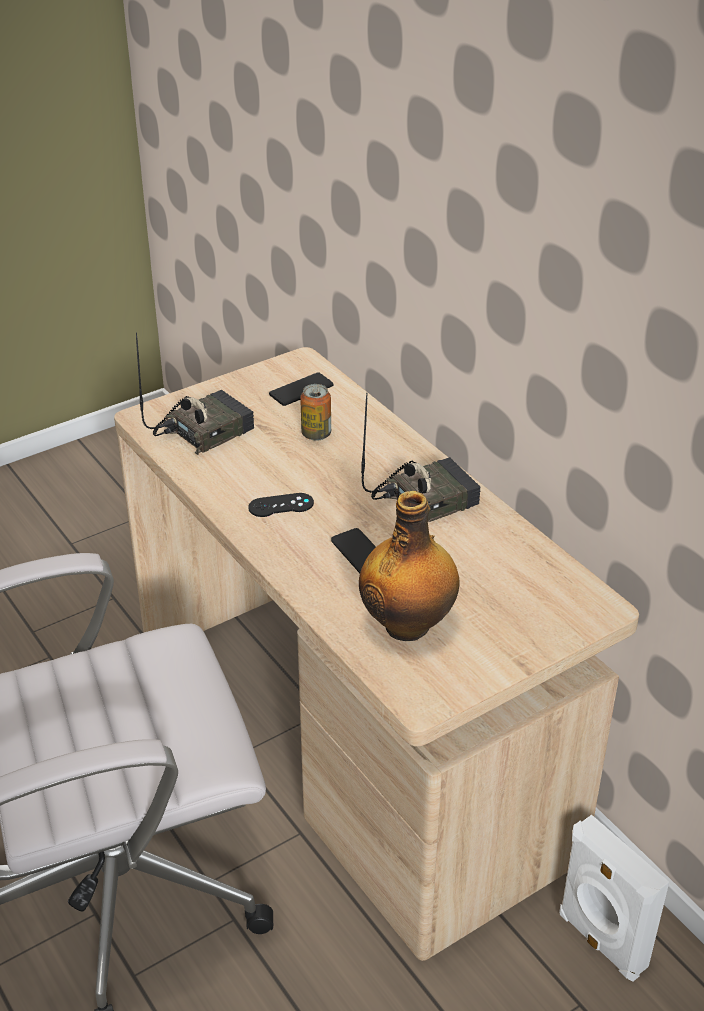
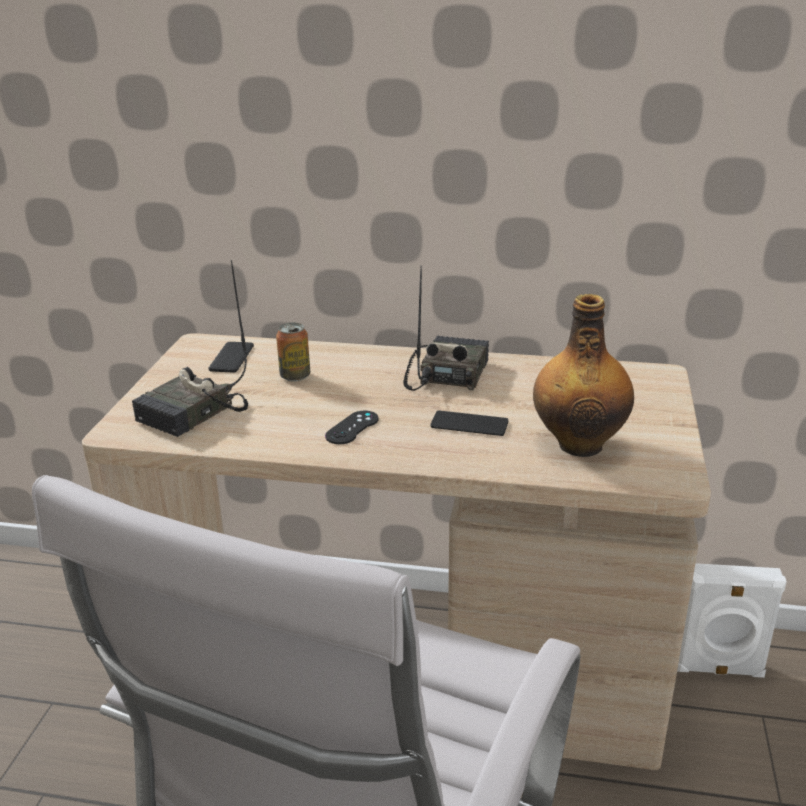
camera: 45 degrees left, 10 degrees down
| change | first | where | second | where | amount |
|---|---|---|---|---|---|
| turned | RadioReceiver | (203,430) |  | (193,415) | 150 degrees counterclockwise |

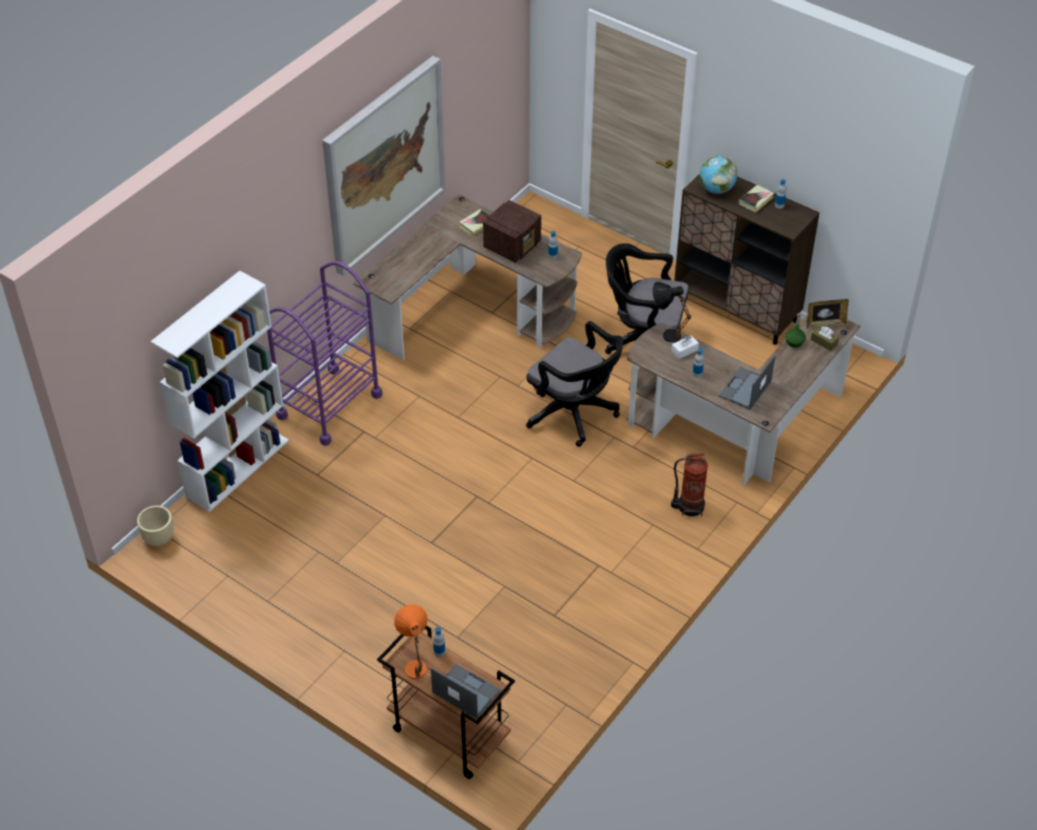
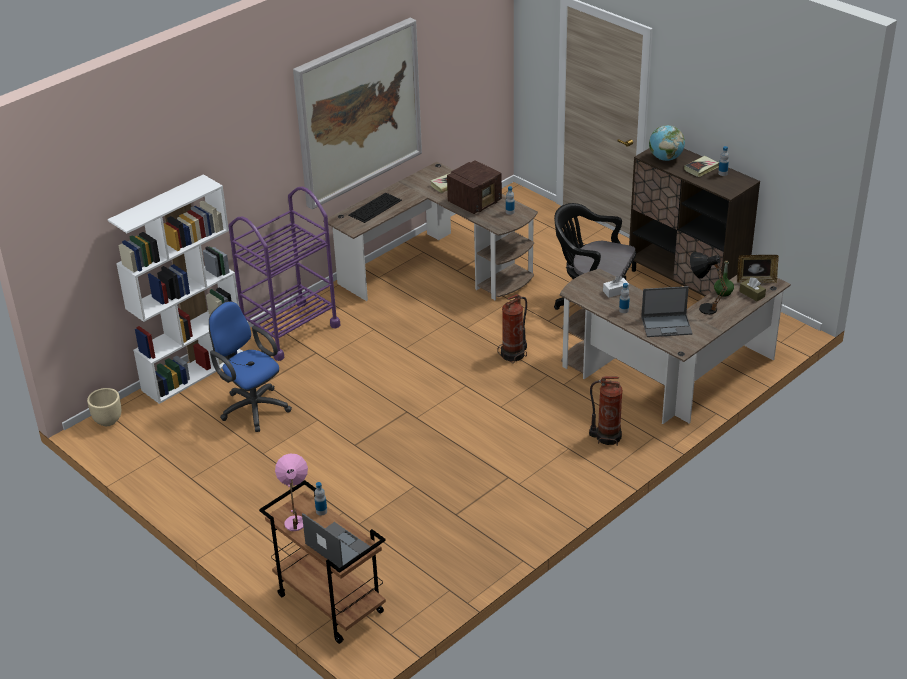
camera: 10 degrees right, 10 degrees down
| change | first | where | second | where | amount |
|---|---|---|---|---|---|
| recoloured | OrangeTableLamp | (415,662) | PinkColouredTableLamp | (296,518) |  |
| replaced | BlackColouredDeskChair | (574,414) | FireFightingCylinder | (514,354) |  |
| moved | BlackColouredTableLamp | (665,333) |  | (701,307) |  |
| turned | PortableComputer | (745,389) |  | (667,325) | 135 degrees counterclockwise |
| added |  |  | BlueColouredDeskChair | (252,407) |  |
| added |  |  | Keyboard | (375,207) |  |

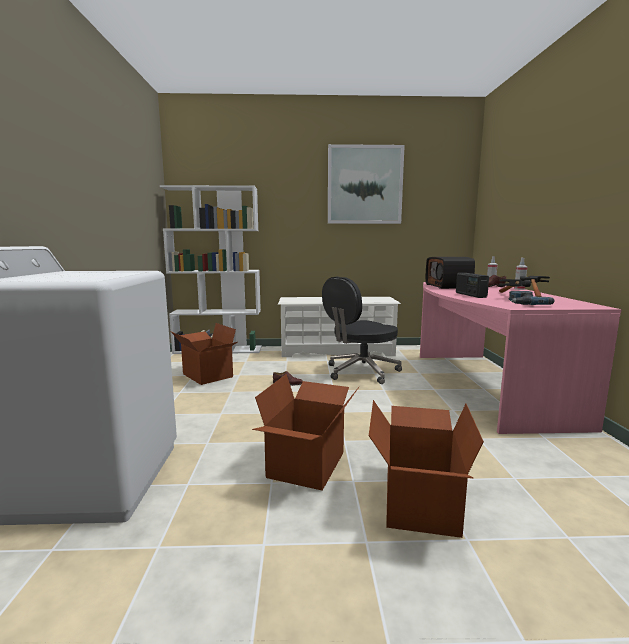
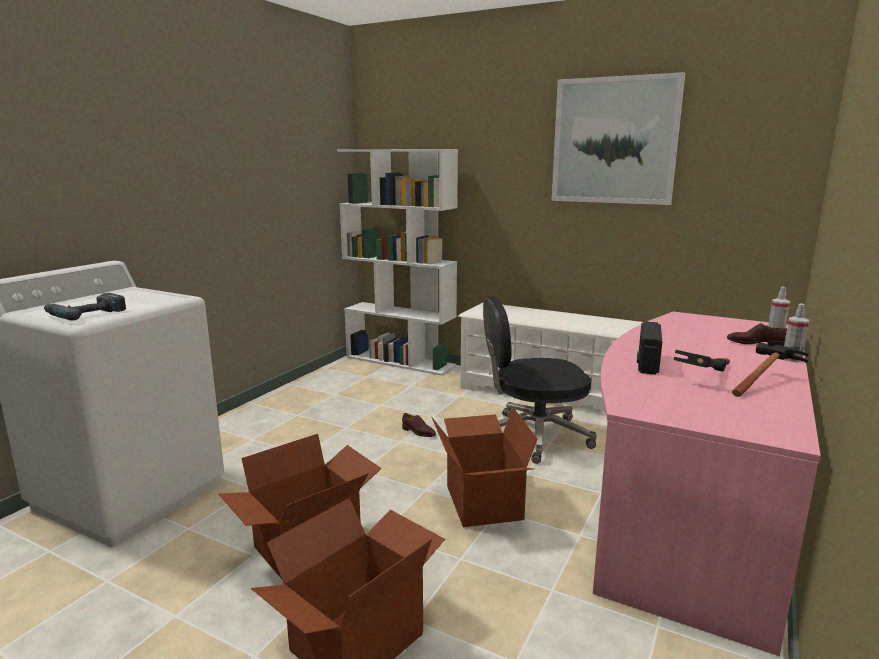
camera: 30 degrees right, 5 degrees up
| change | first | where | second | where | amount |
|---|---|---|---|---|---|
| moved | CardboardBox | (206,375) |  | (482,502) |  |
| removed | RadioReceiver | (449,286) |  |  |  |
| moved | PowerDrill | (523,303) |  | (86,313) |  |

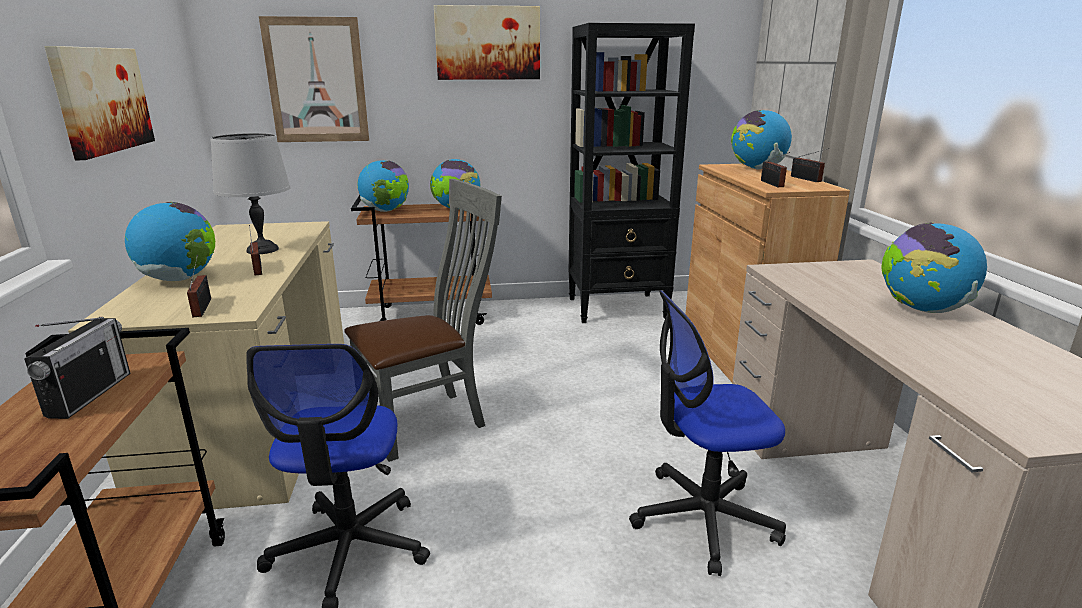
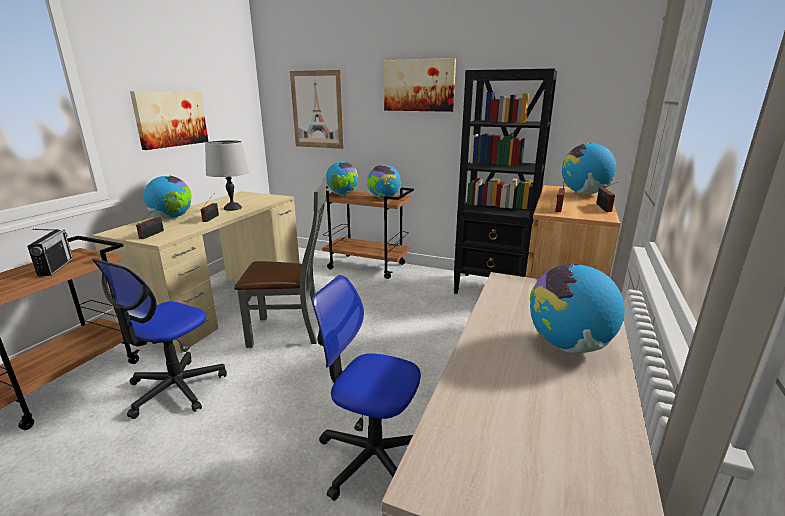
camera: 30 degrees right, 0 degrees up
| change | first | where | second | where | amount |
|---|---|---|---|---|---|
| turned | RadioReceiver | (90,394) |  | (56,267) | 45 degrees counterclockwise |

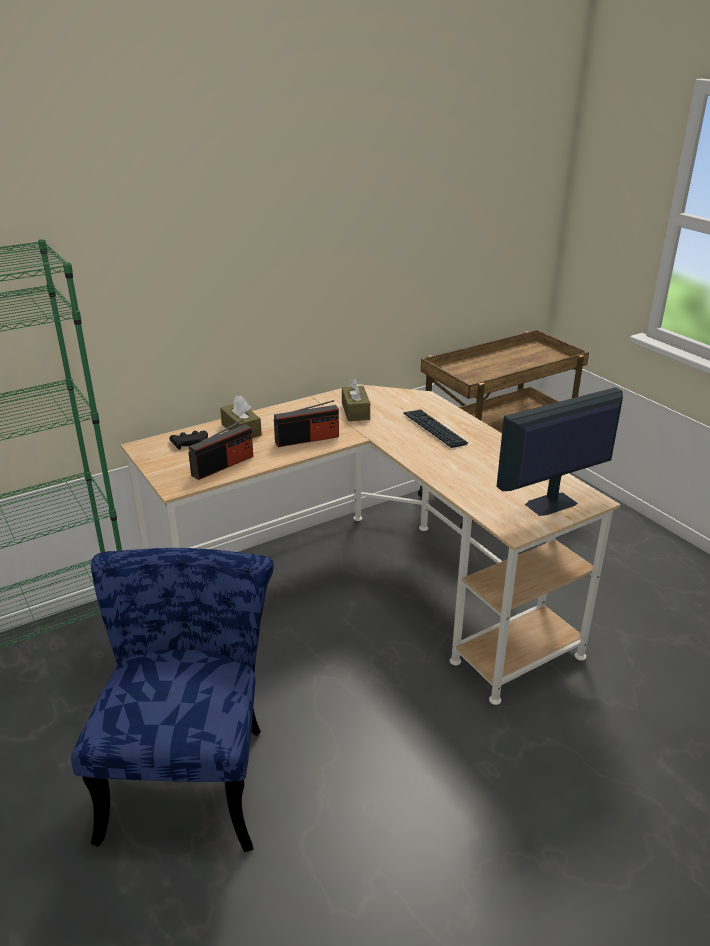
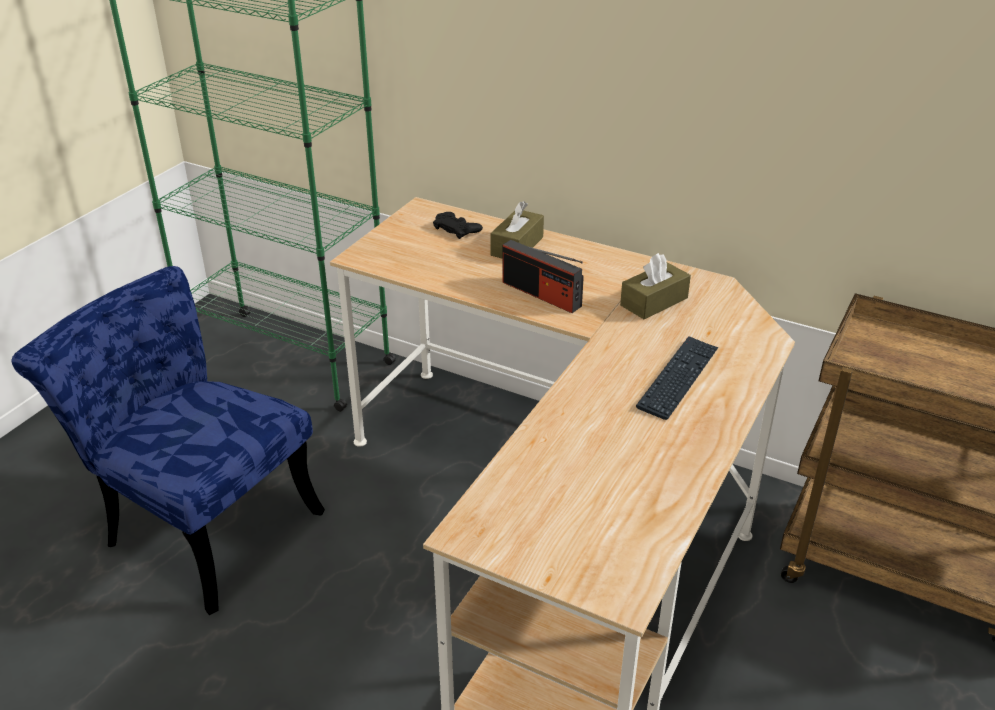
camera: 60 degrees right, 5 degrees up
| change | first | where | second | where | amount |
|---|---|---|---|---|---|
| turned | BlueColouredUprightChair | (192,770) |  | (201,524) | 120 degrees counterclockwise |
| removed | RadioReceiver | (223,465) |  |  |  |
| removed | Monitor | (550,504) |  |  |  |

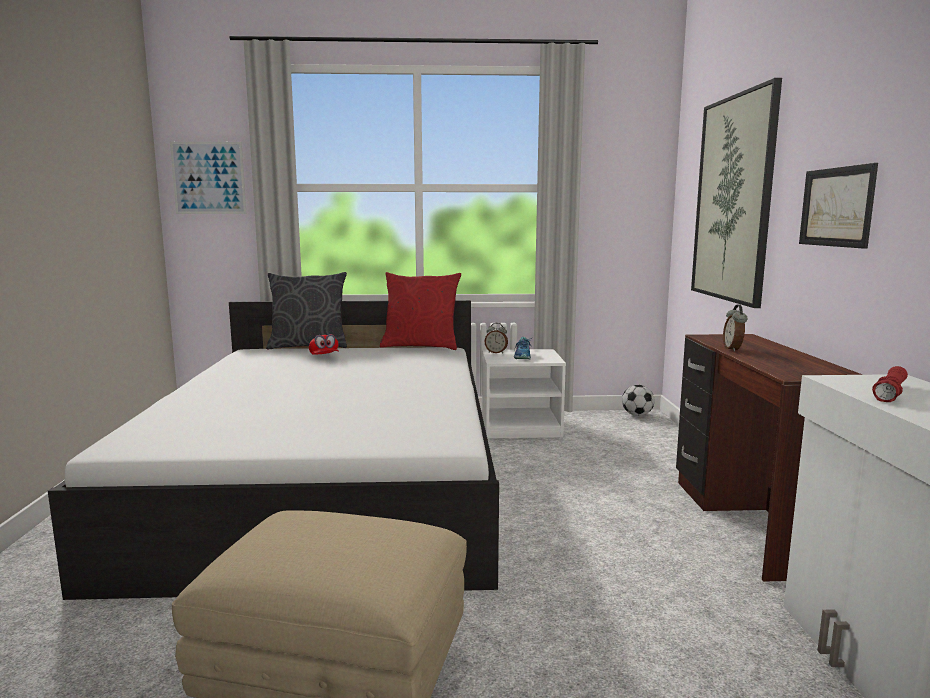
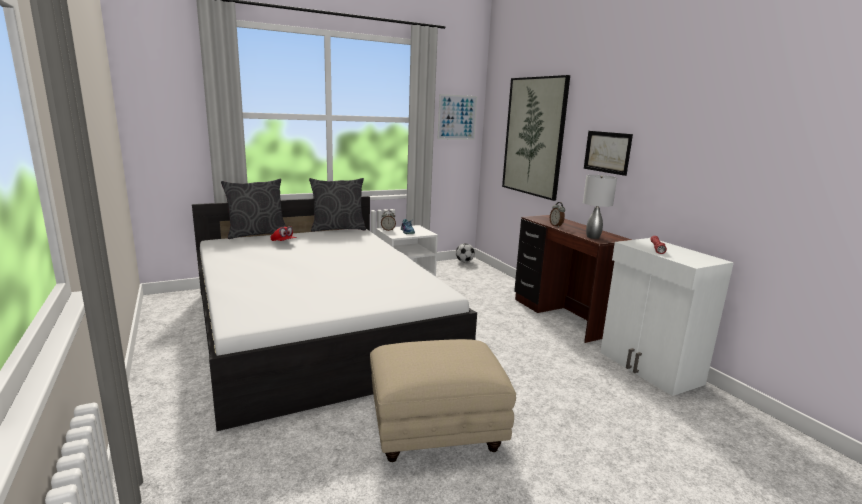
camera: 25 degrees left, 5 degrees up
| change | first | where | second | where | amount |
|---|---|---|---|---|---|
| moved | WallArt | (208,178) |  | (457,117) |  |
| recoloured | RedColouredPillow | (420,346) | GreyishPillow | (338,229) |  |
| added |  |  | GreyishTableLamp | (593,237) |  |

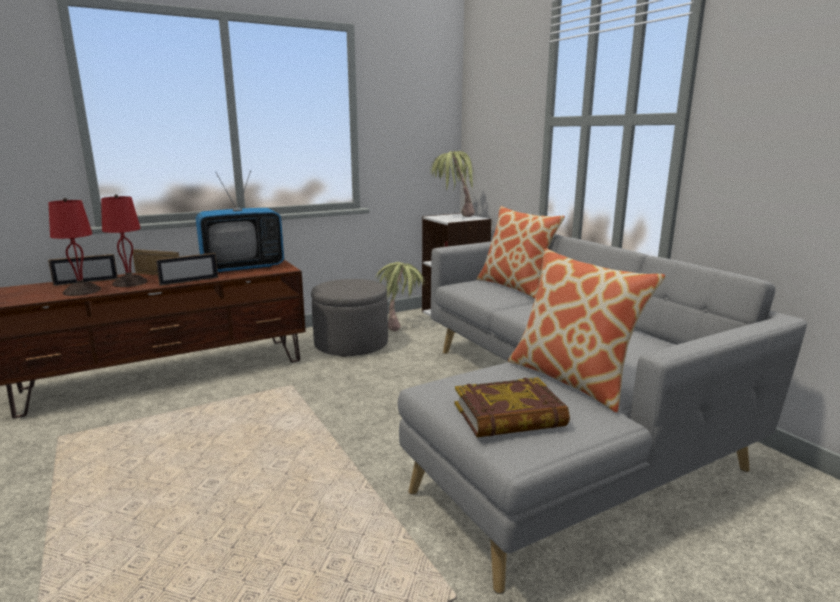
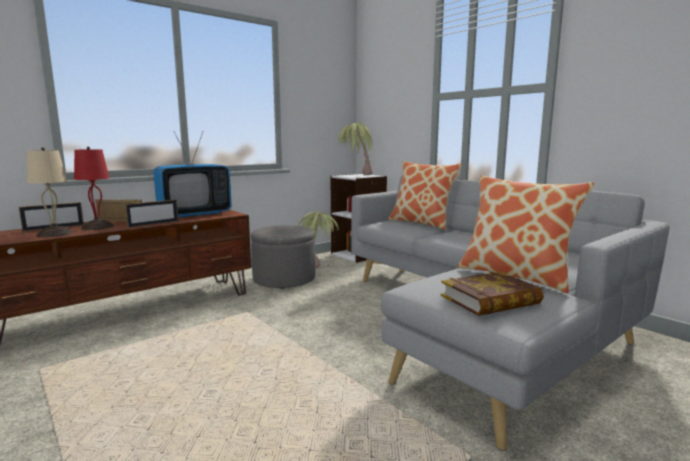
camera: 10 degrees left, 5 degrees down
| change | first | where | second | where | amount |
|---|---|---|---|---|---|
| recoloured | RedColouredTableLamp | (81,291) | BeigeColouredTableLamp | (54,234) |  |

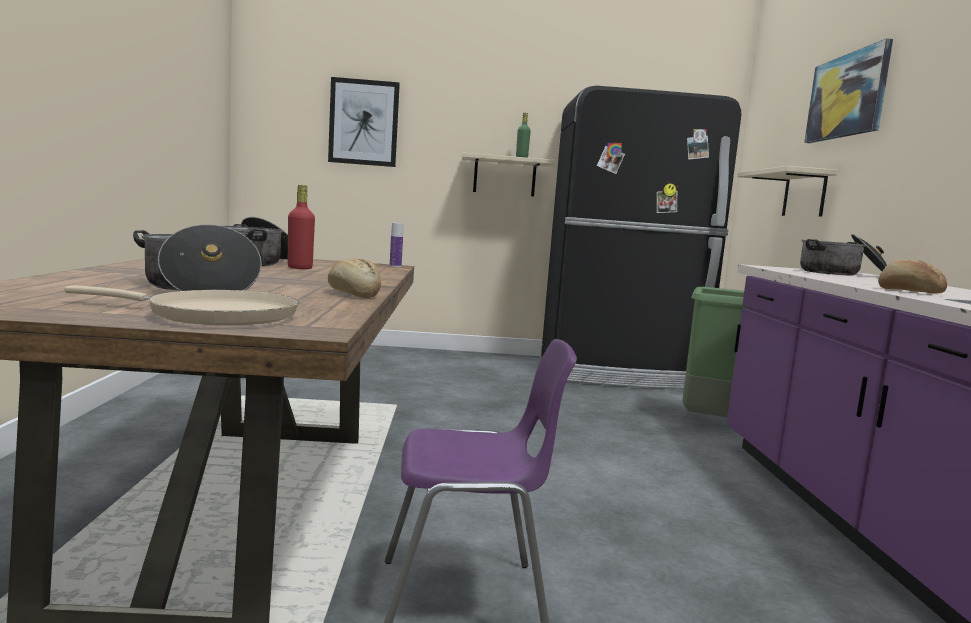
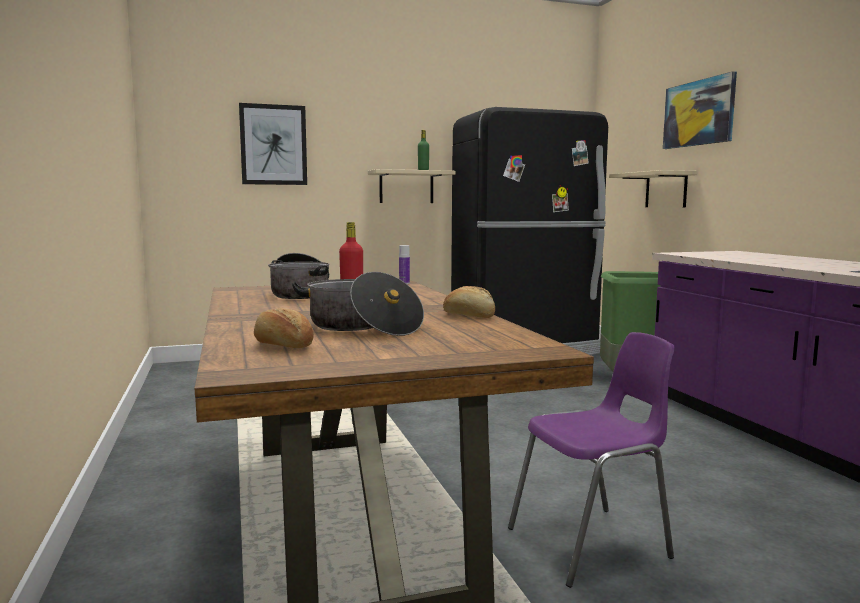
camera: 15 degrees left, 0 degrees up
| change | first | where | second | where | amount |
|---|---|---|---|---|---|
| removed | BeigeColouredFryingPan | (213,315) |  |  |  |
| removed | Stockpot | (842,274) |  |  |  |
| moved | Bread | (909,291) |  | (283,346) |  |

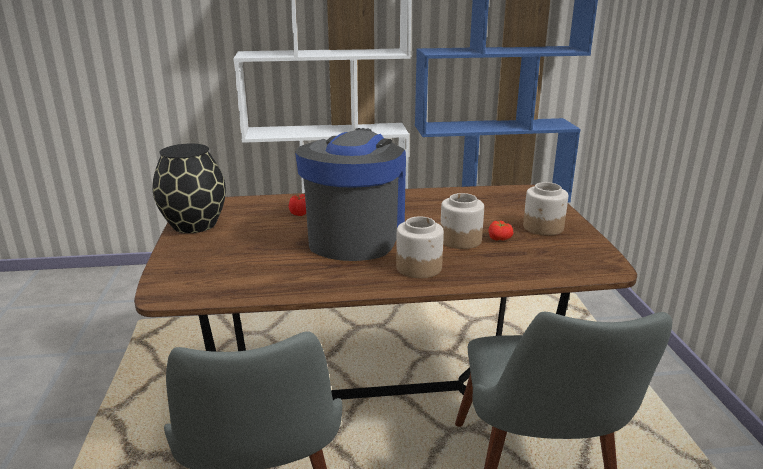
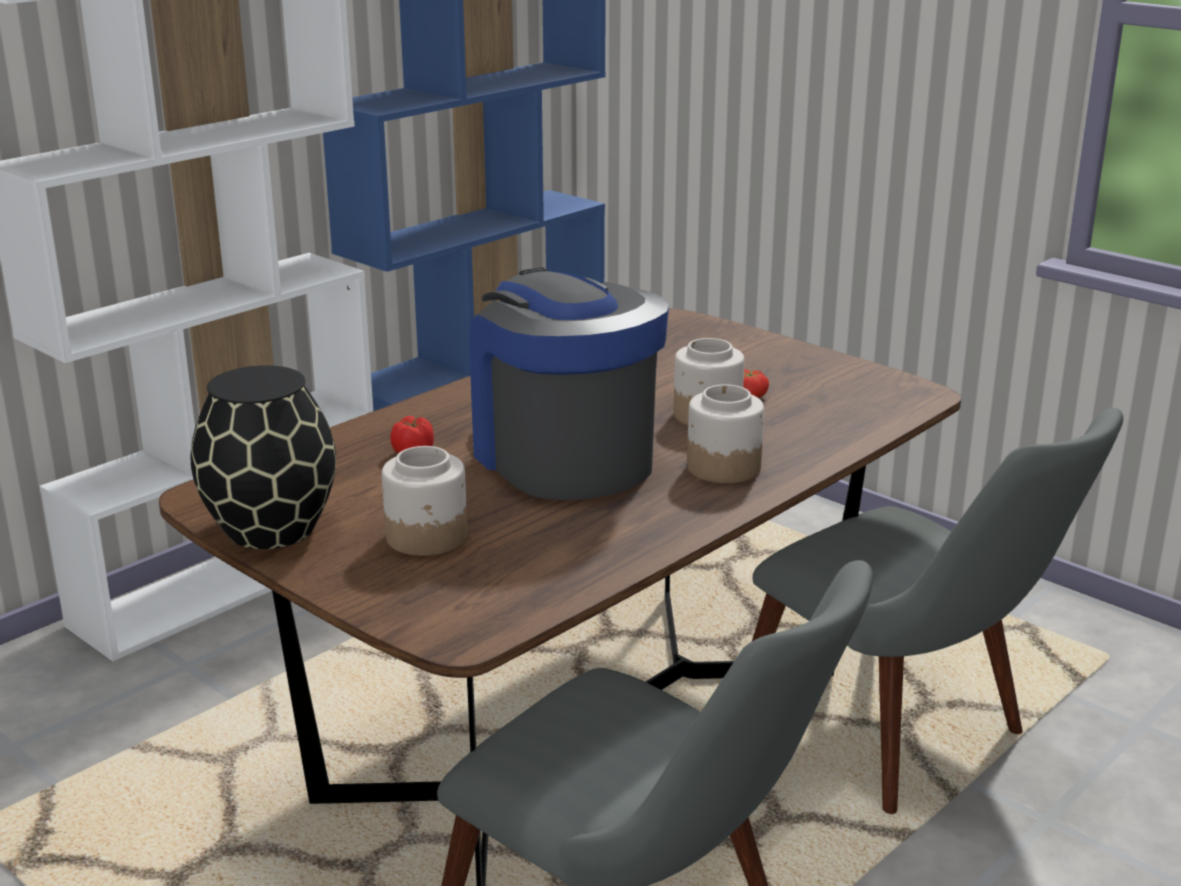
camera: 40 degrees left, 0 degrees up
| change | first | where | second | where | amount |
|---|---|---|---|---|---|
| moved | Jar | (543,227) |  | (427,537) |  |

